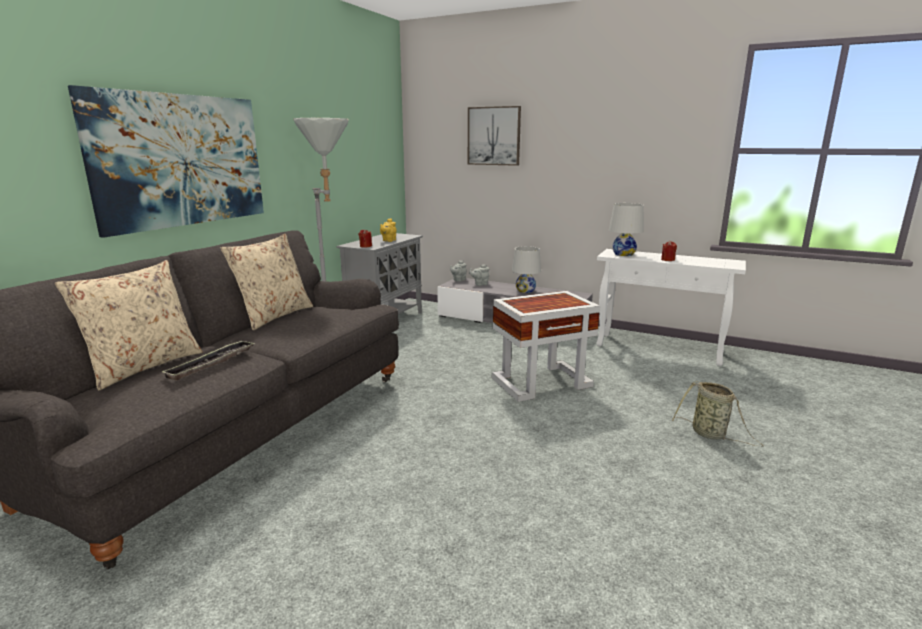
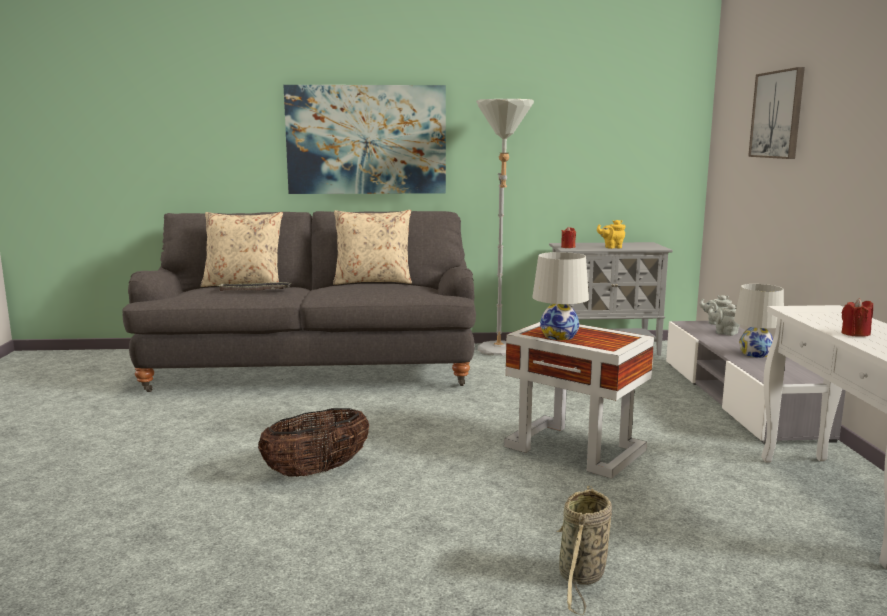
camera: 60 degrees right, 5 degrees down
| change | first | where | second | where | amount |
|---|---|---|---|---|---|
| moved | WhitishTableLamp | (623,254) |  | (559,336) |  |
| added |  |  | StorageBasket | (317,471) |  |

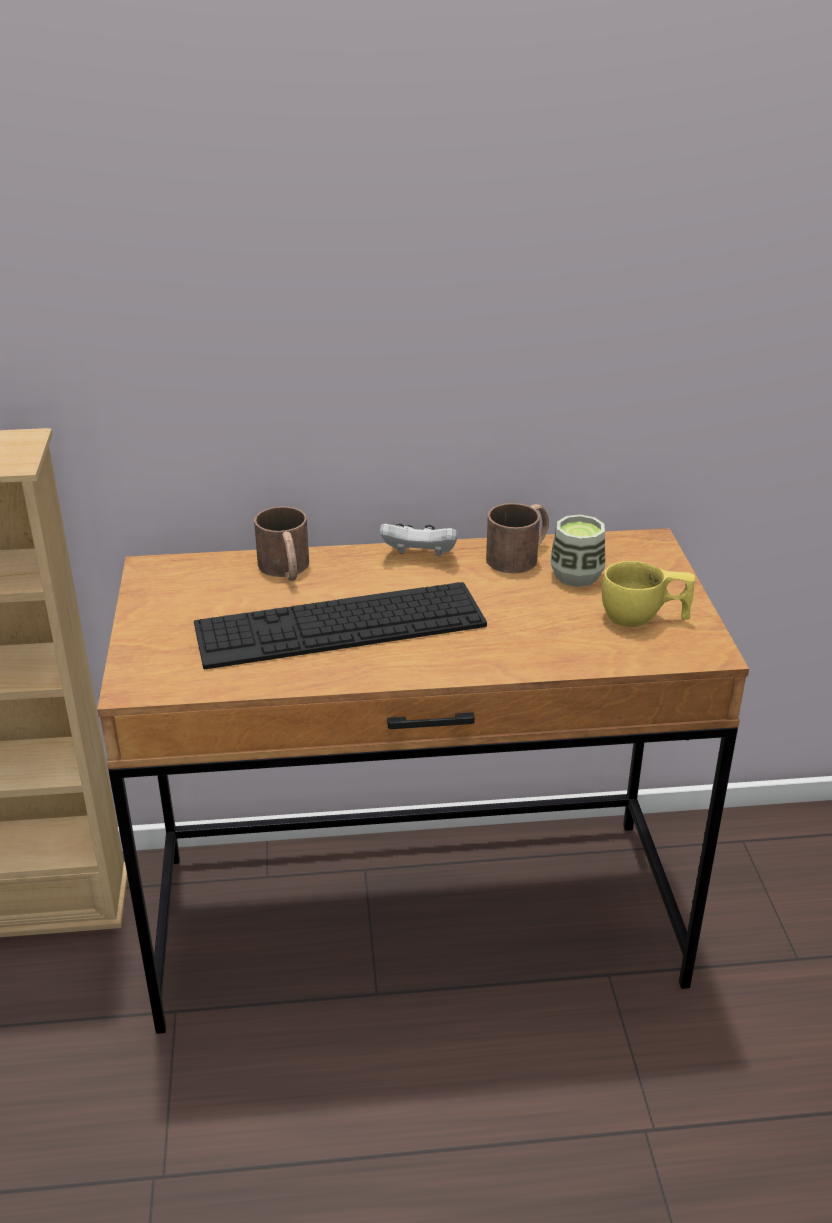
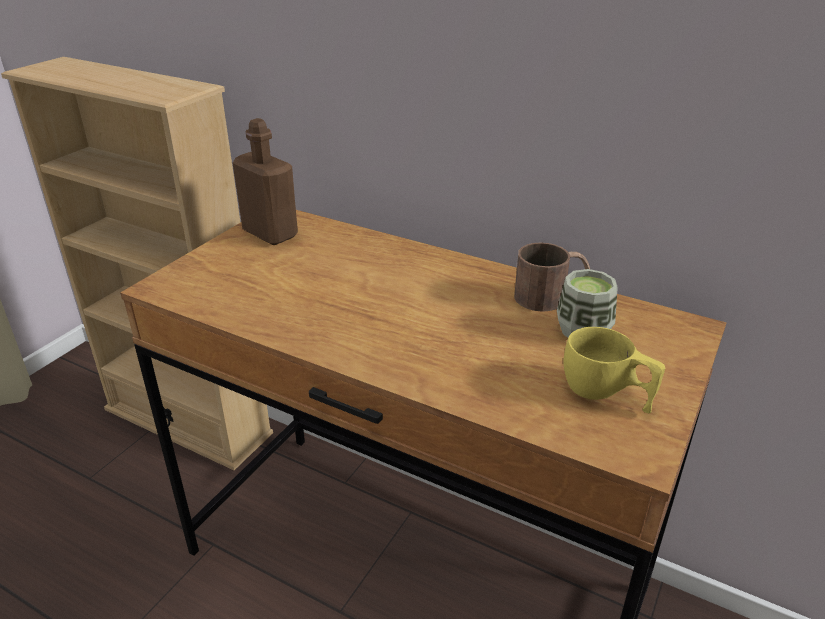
camera: 35 degrees right, 0 degrees up
| change | first | where | second | where | amount |
|---|---|---|---|---|---|
| removed | Keyboard | (340,625) |  |  |  |
| removed | BrownColouredMug | (286,570) |  |  |  |
| removed | WhitishGamepad | (420,556) |  |  |  |
| added |  |  | BrownColouredBeverageBottle | (270,234) |  |

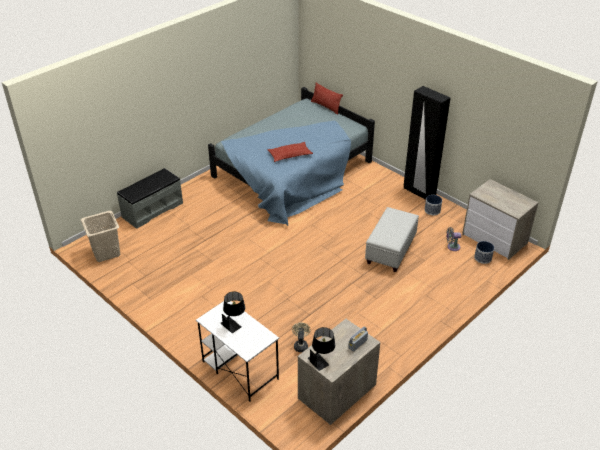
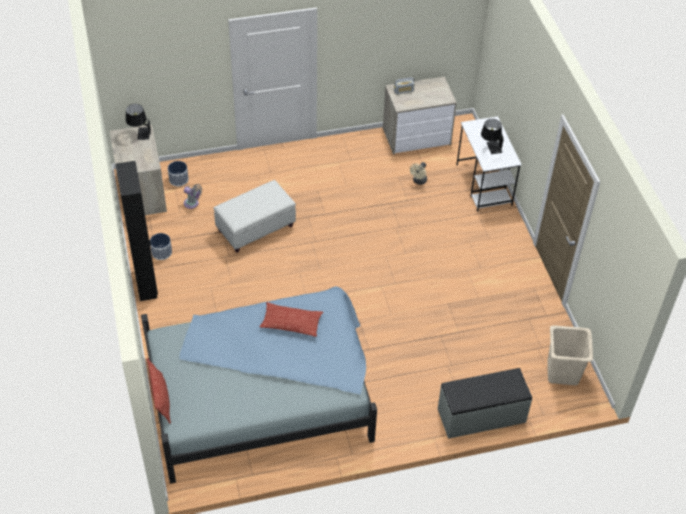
camera: 150 degrees left, 10 degrees up
| change | first | where | second | where | amount |
|---|---|---|---|---|---|
| moved | BlackColouredTableLamp | (321,359) |  | (139,133) |  |

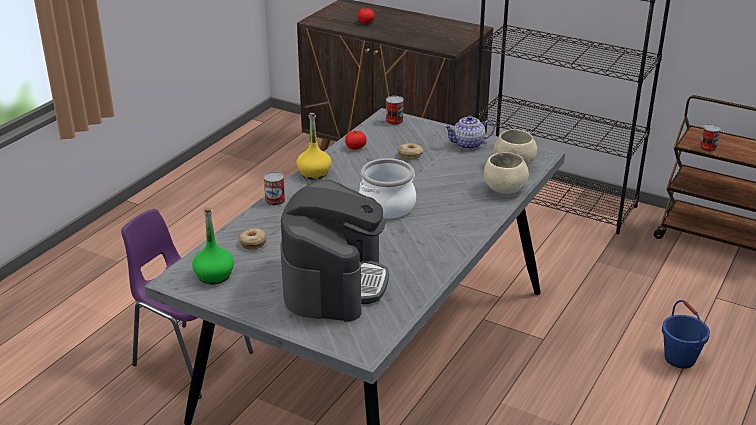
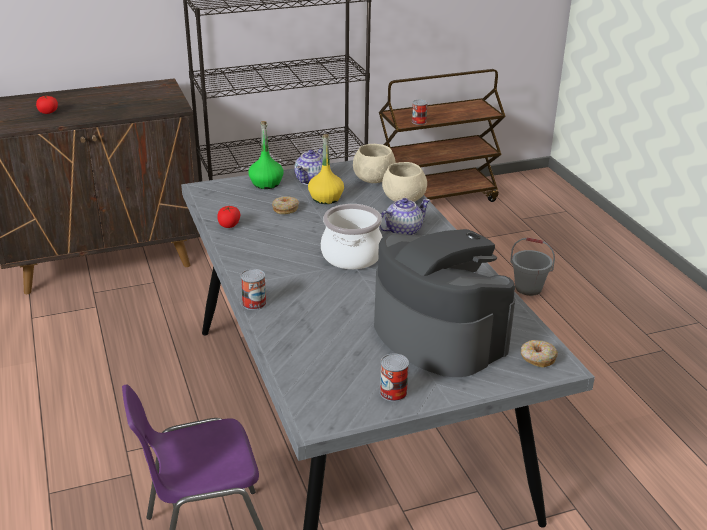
camera: 50 degrees left, 0 degrees up
| change | first | where | second | where | amount |
|---|---|---|---|---|---|
| moved | GreenishBeverageBottle | (214,275) |  | (266,183) |  |
| moved | Doughnut | (253,243) |  | (537,358) |  |
| moved | YellowBeverageBottle | (314,173) |  | (325,198) |  |
| moved | Can | (394,121) |  | (393,392) |  |
| recoloured | BlueColouredWaterBucket | (680,358) | GreyishWaterBucket | (528,288) |  |
| added |  |  | TeaPot | (402,231) |  |

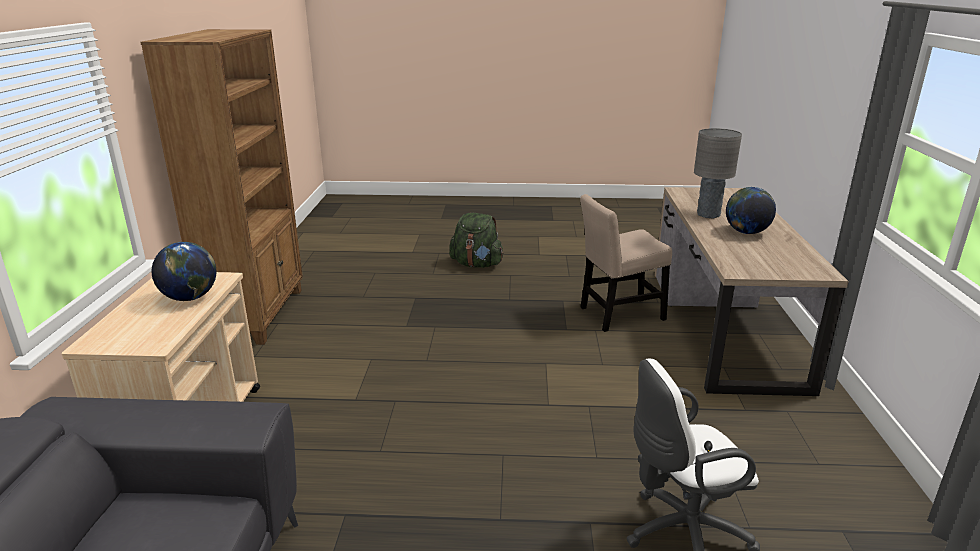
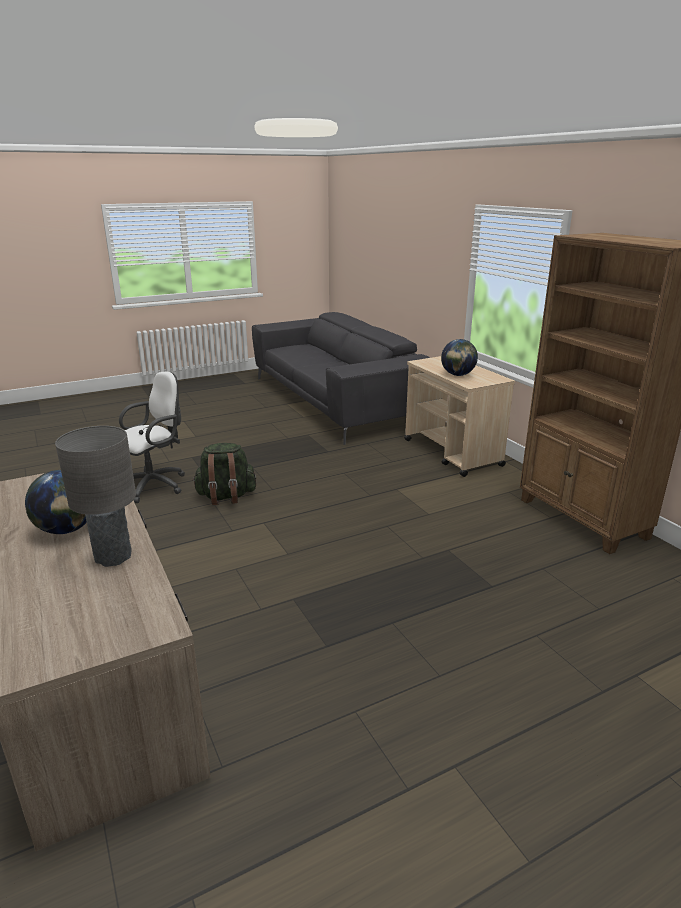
camera: 150 degrees right, 0 degrees up
| change | first | where | second | where | amount |
|---|---|---|---|---|---|
| moved | GreenishBackpack | (477,264) |  | (226,496) |  |
| removed | BeigeColouredUprightChair | (618,315) |  |  |  |

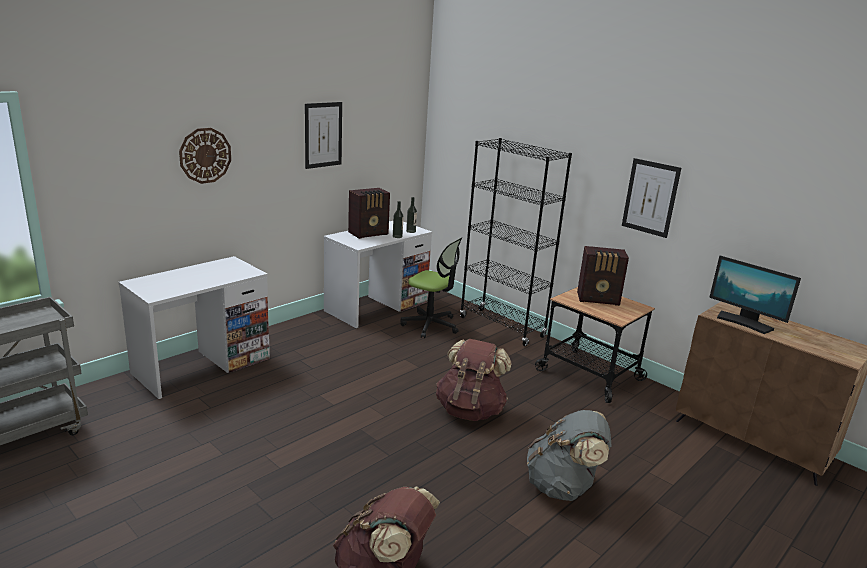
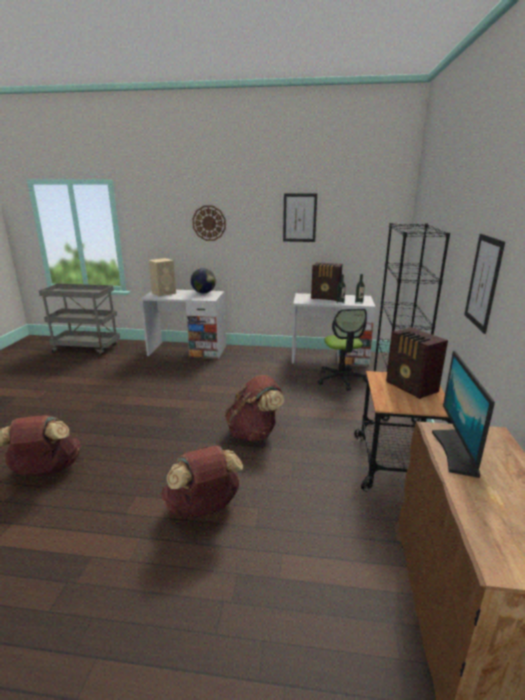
camera: 55 degrees right, 0 degrees up
| change | first | where | second | where | amount |
|---|---|---|---|---|---|
| recoloured | GreyishBackpack | (563,487) | BrownColouredBackpack | (203,508) |  |
| added |  |  | BeigeColouredSpeaker | (164,293) |  |
| added |  |  | DeskGlobe | (203,293) |  |

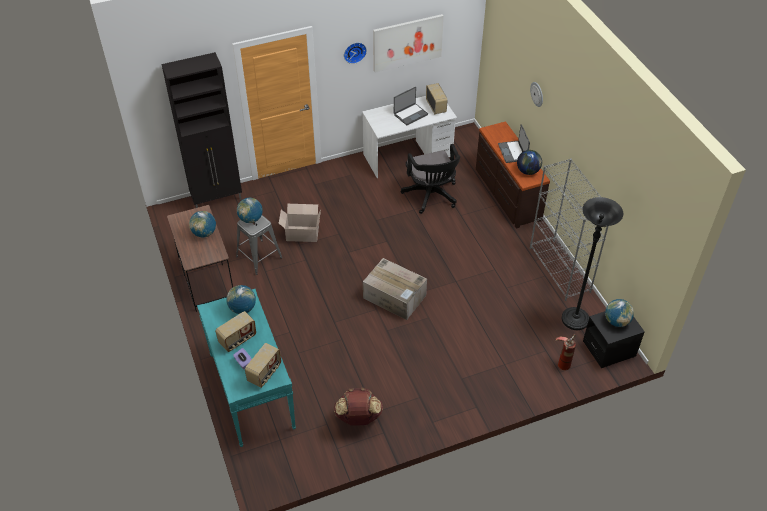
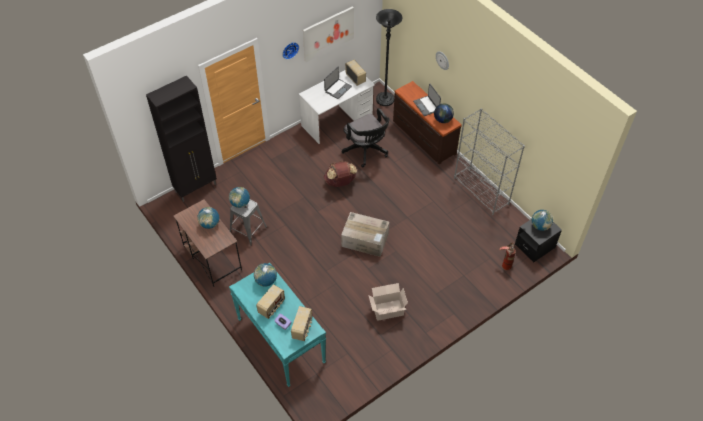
camera: 15 degrees left, 5 degrees up
| change | first | where | second | where | amount |
|---|---|---|---|---|---|
| moved | CardboardBox | (301,233) |  | (387,310) |  |
| moved | BrownColouredBackpack | (358,418) |  | (340,182) |  |
| moved | BlackColouredStandingLamp | (575,320) |  | (385,100) |  |

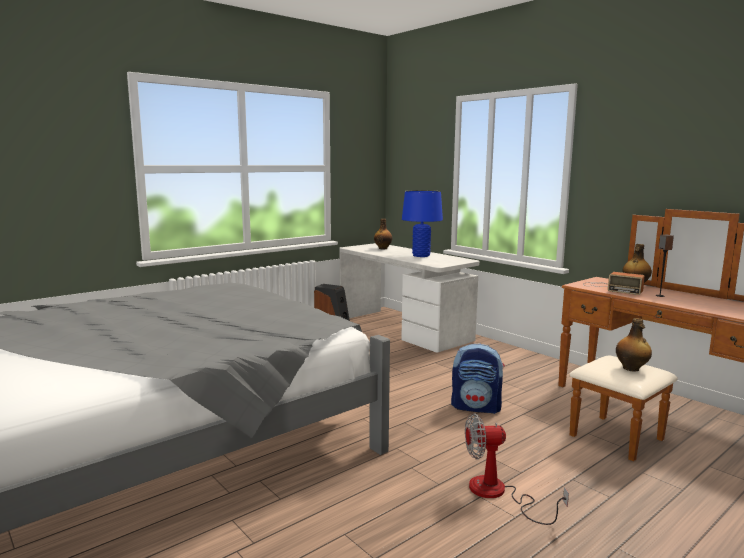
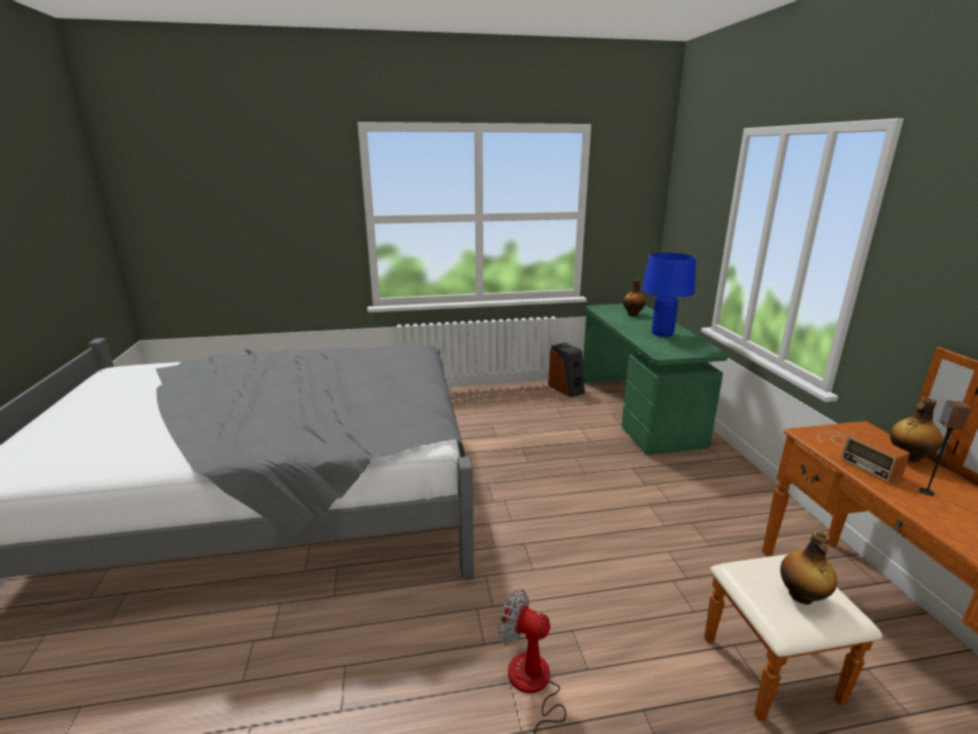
camera: 30 degrees right, 10 degrees up
| change | first | where | second | where | amount |
|---|---|---|---|---|---|
| recoloured | WhitishDesk | (403,329) | GreenishDesk | (638,411) |  |
| removed | Backpack | (476,407) |  |  |  |

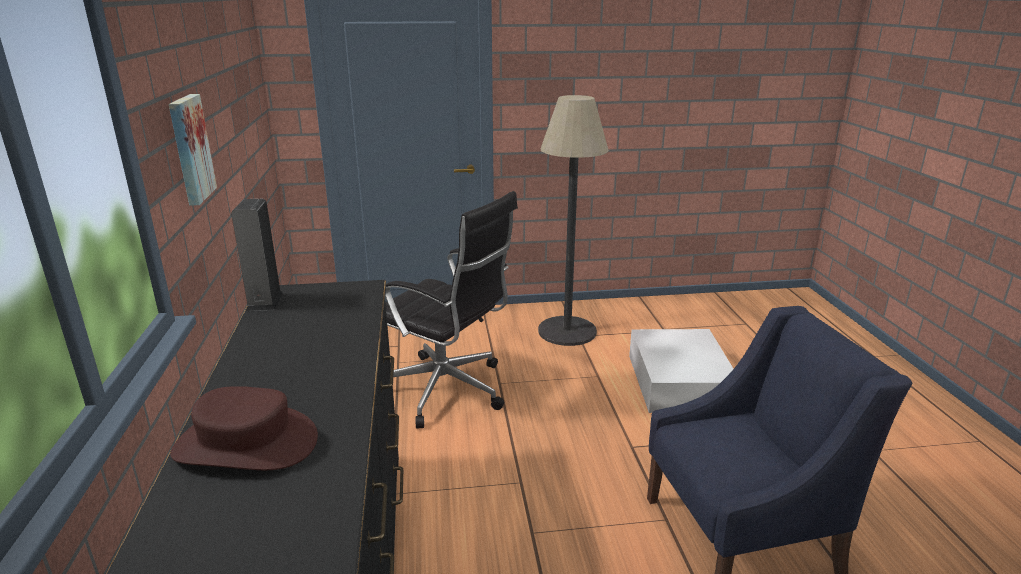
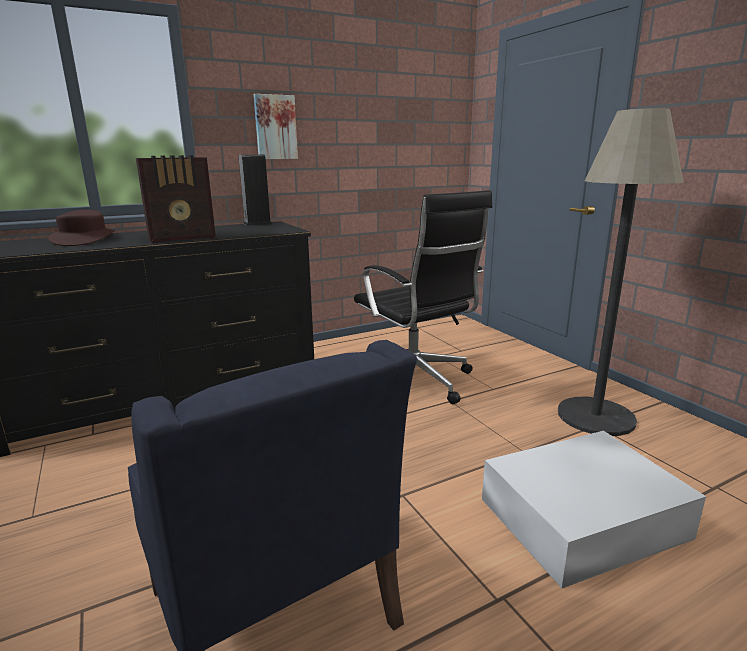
camera: 70 degrees right, 5 degrees down
| change | first | where | second | where | amount |
|---|---|---|---|---|---|
| turned | BlackColouredDeskChair | (446,391) |  | (415,382) | 45 degrees counterclockwise |
| added |  |  | RadioReceiver | (183,238) |  |

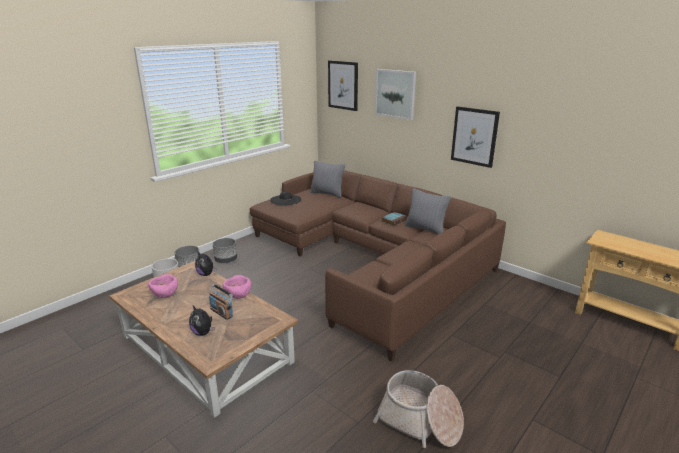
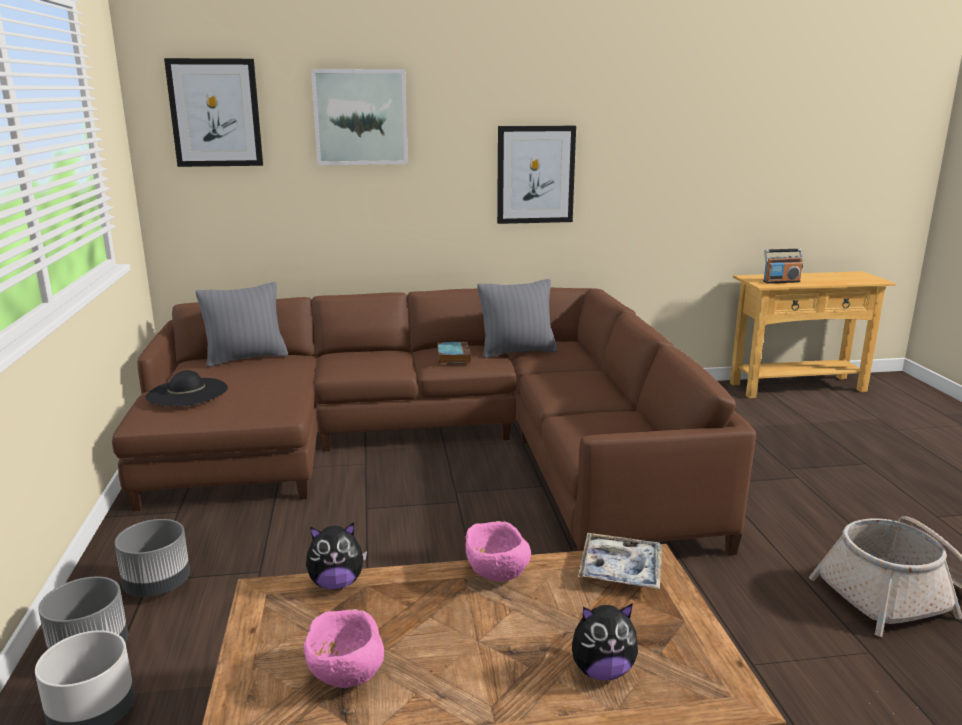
camera: 50 degrees left, 5 degrees down
| change | first | where | second | where | amount |
|---|---|---|---|---|---|
| moved | RadioReceiver | (221,312) |  | (781,281) |  |
| added |  |  | ServingTray | (620,569) |  |

